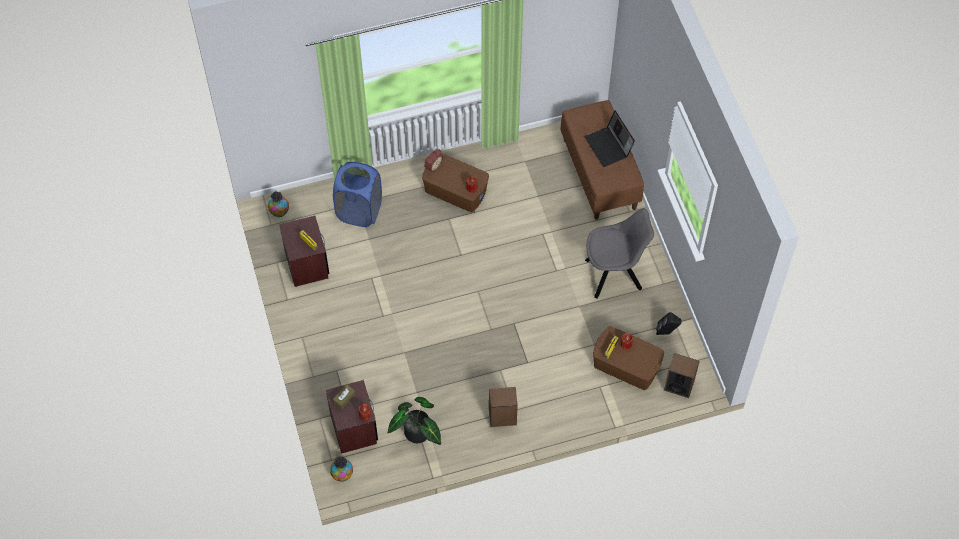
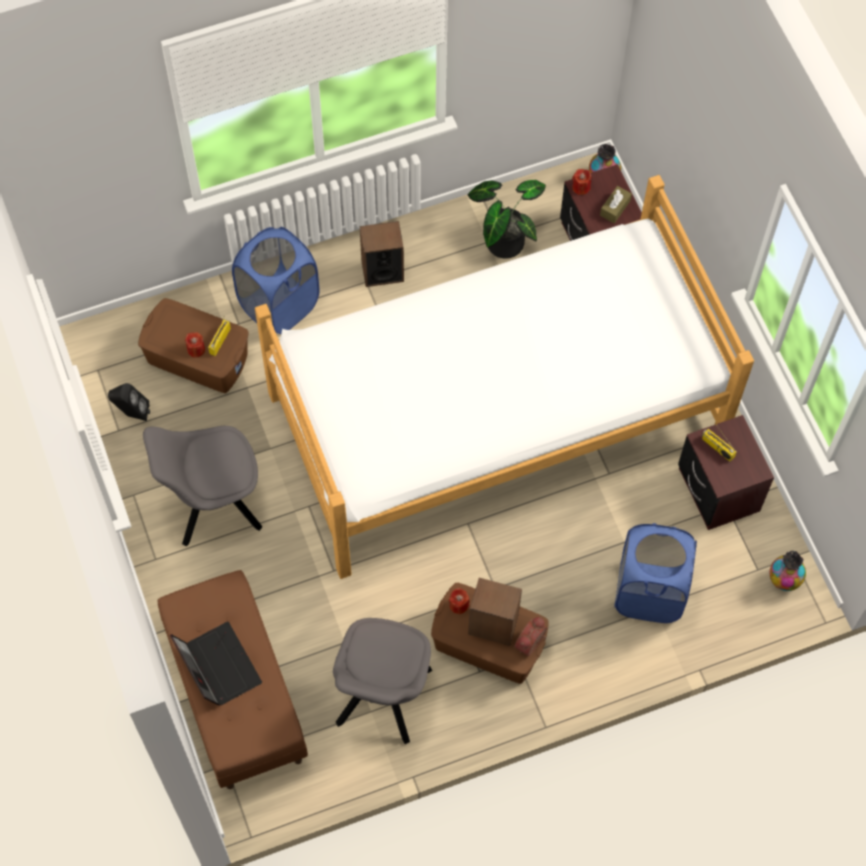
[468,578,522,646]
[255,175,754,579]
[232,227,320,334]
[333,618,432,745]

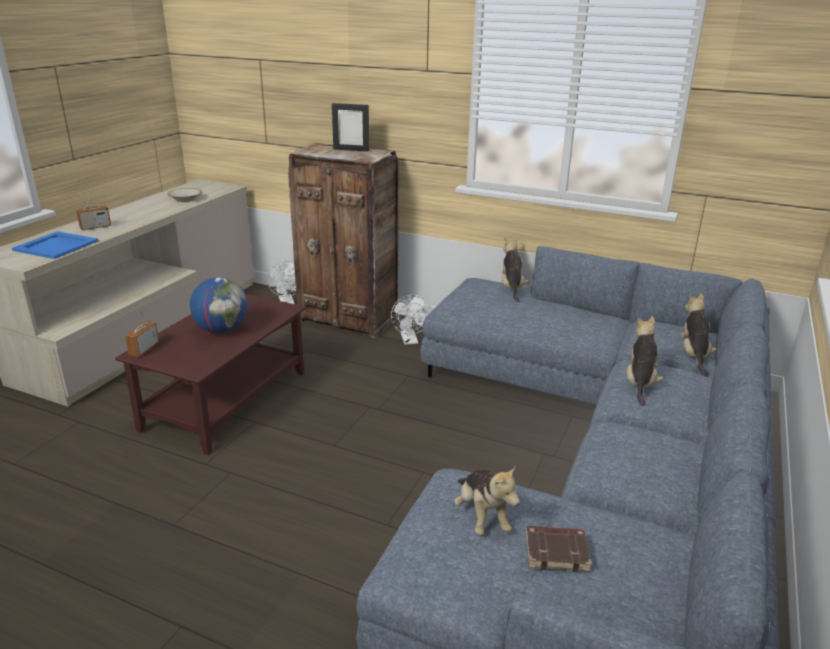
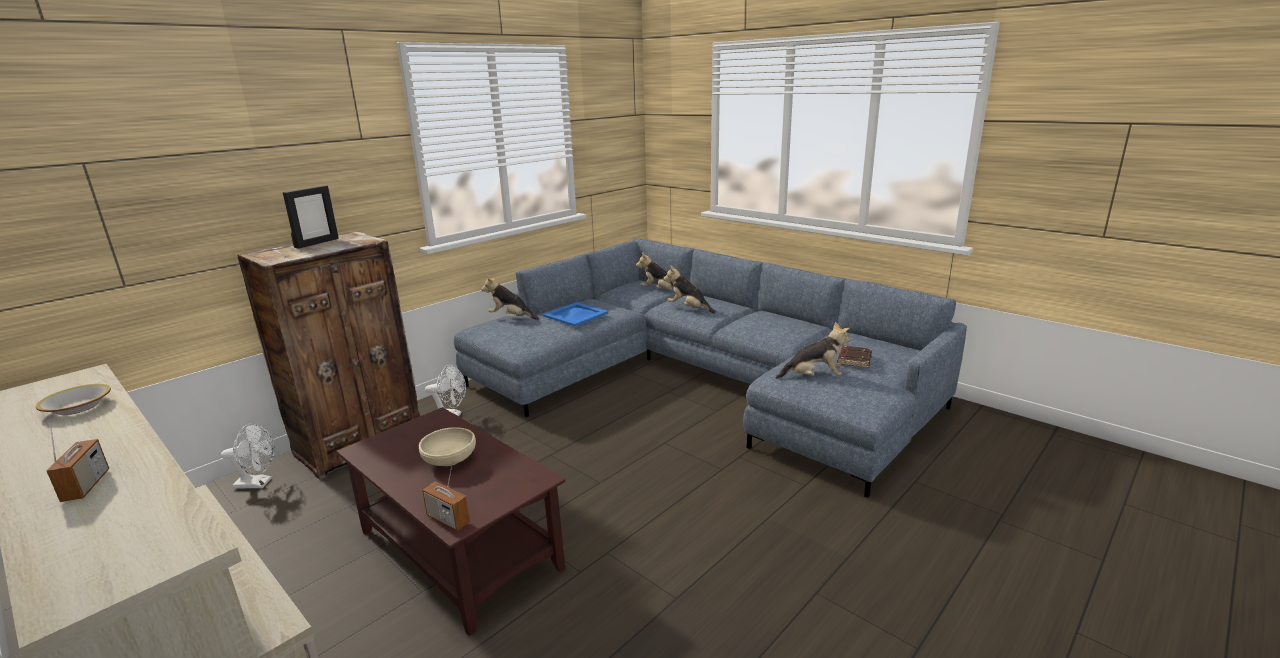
[543,302,608,326]
[419,427,476,466]

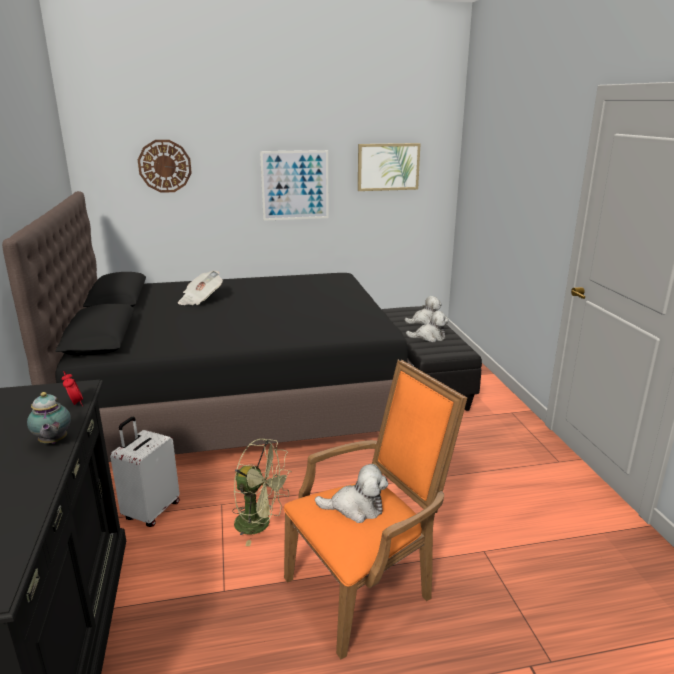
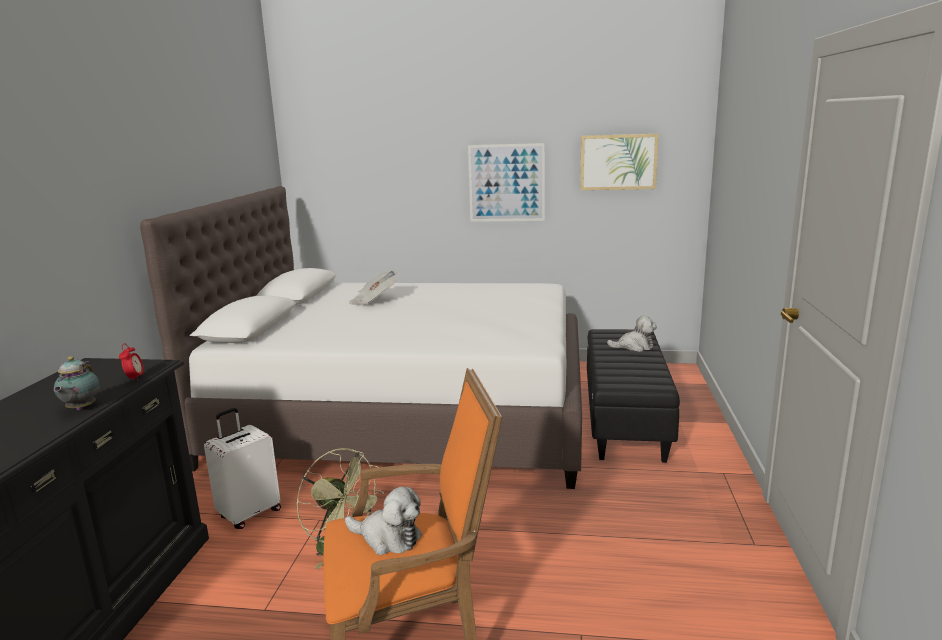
[138,140,192,193] (first image)
[140,186,582,489]
[406,311,449,342] (first image)

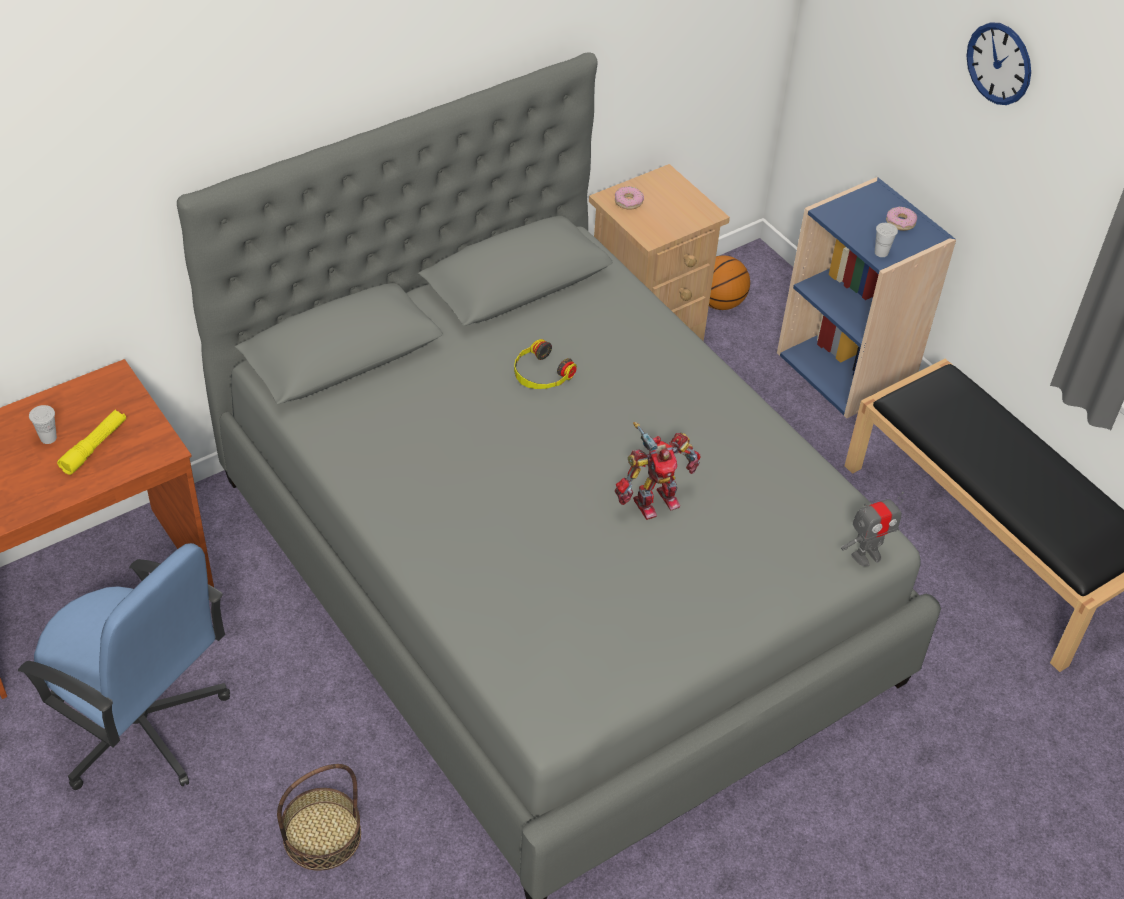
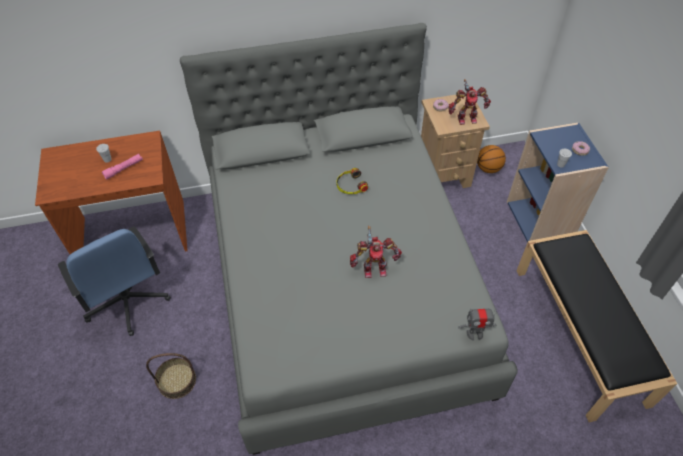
[966,22,1031,105] (first image)
[102,154,143,180]
[448,79,491,125]

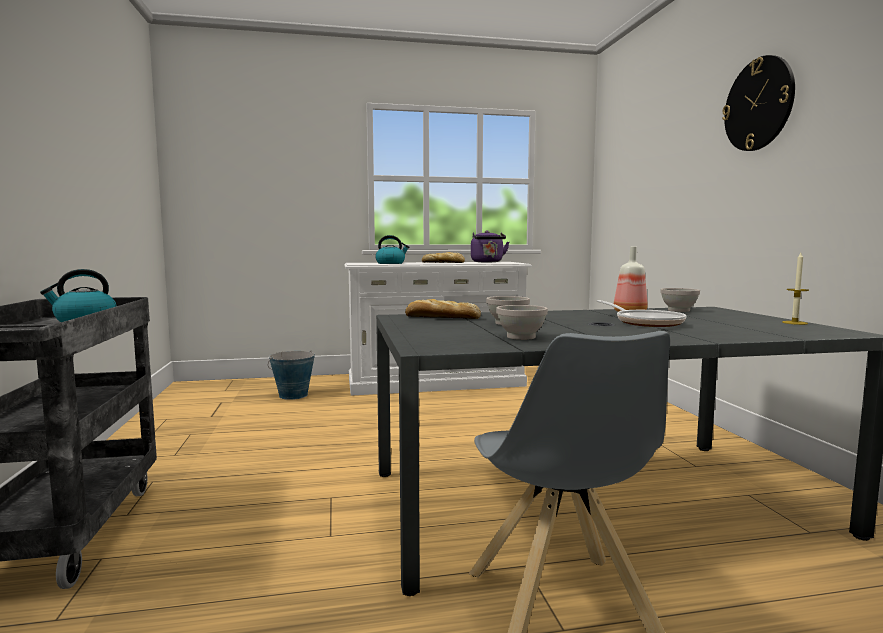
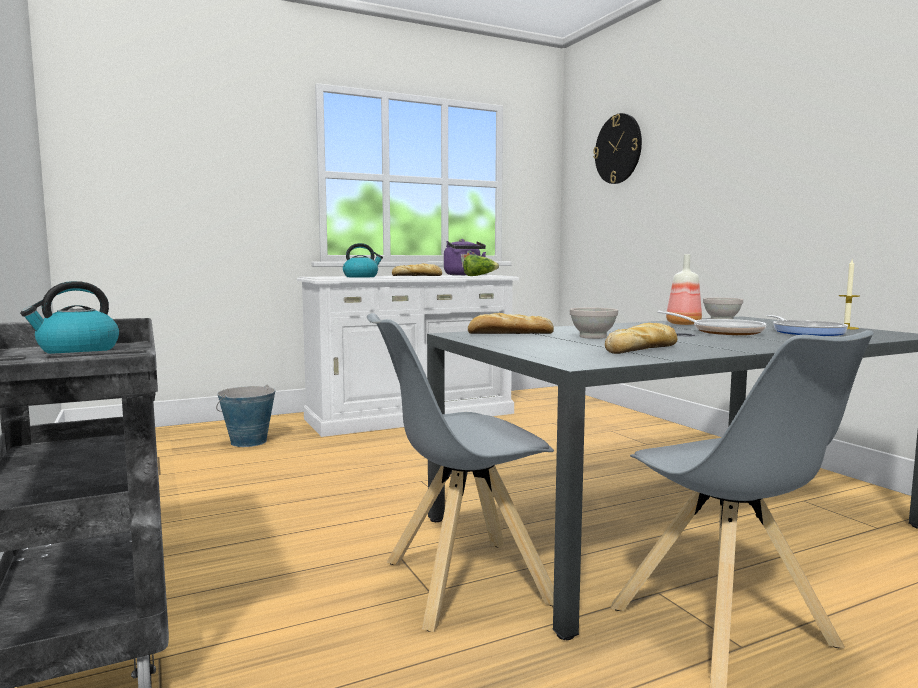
[593,113,642,184]
[605,323,678,354]
[463,255,499,276]
[367,313,554,632]
[767,315,848,336]

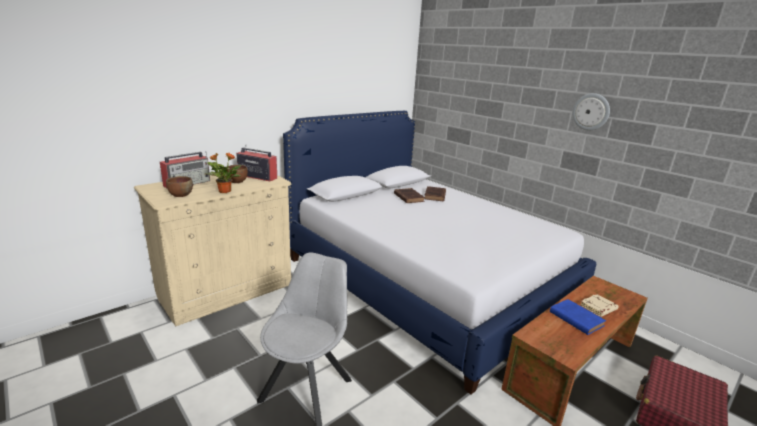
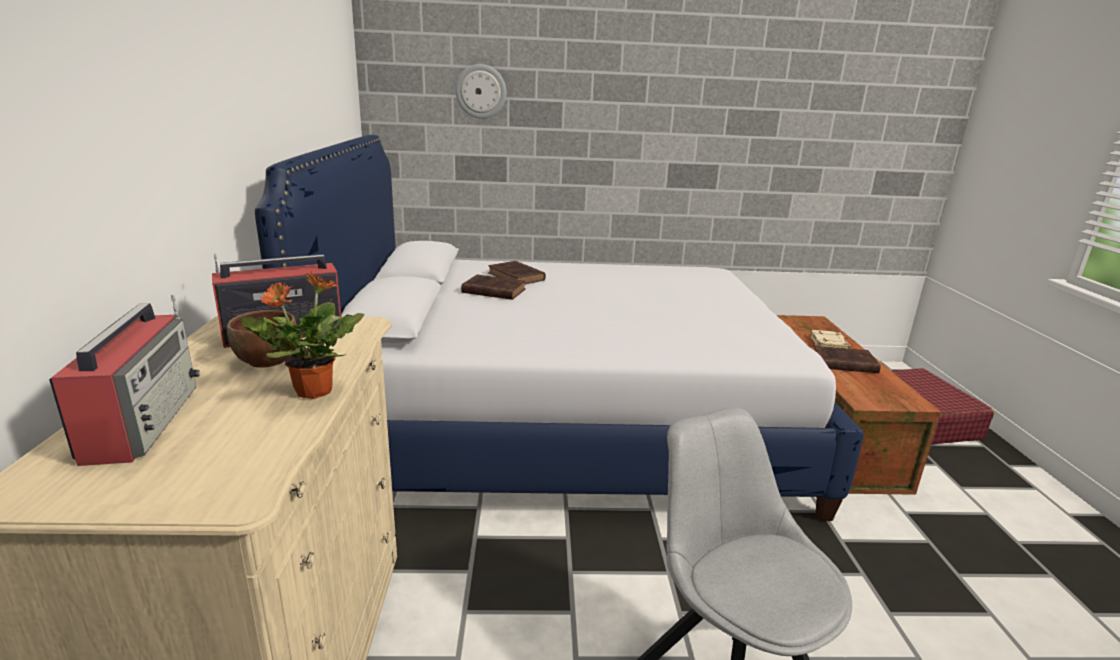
[455,64,507,119]
[166,176,193,197] (first image)
[813,346,881,373]

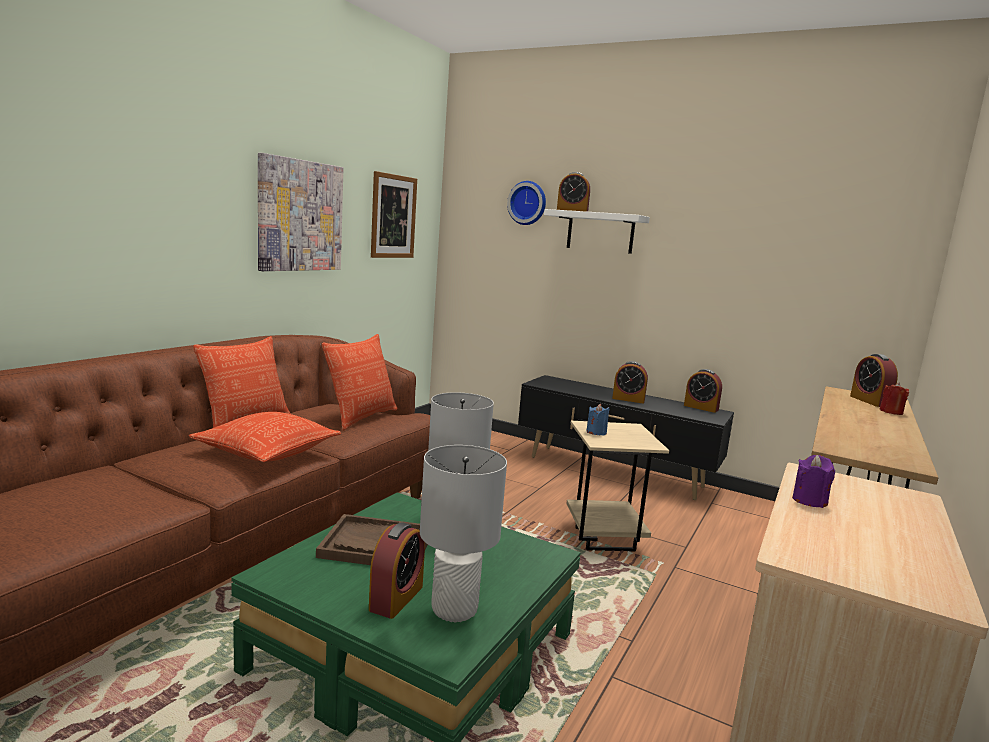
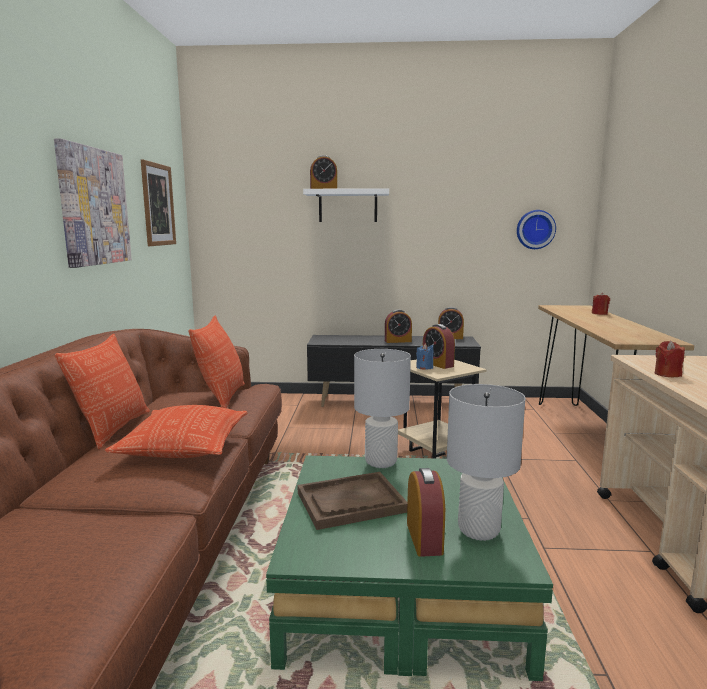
[517,210,556,249]
[423,324,455,369]
[655,340,685,377]

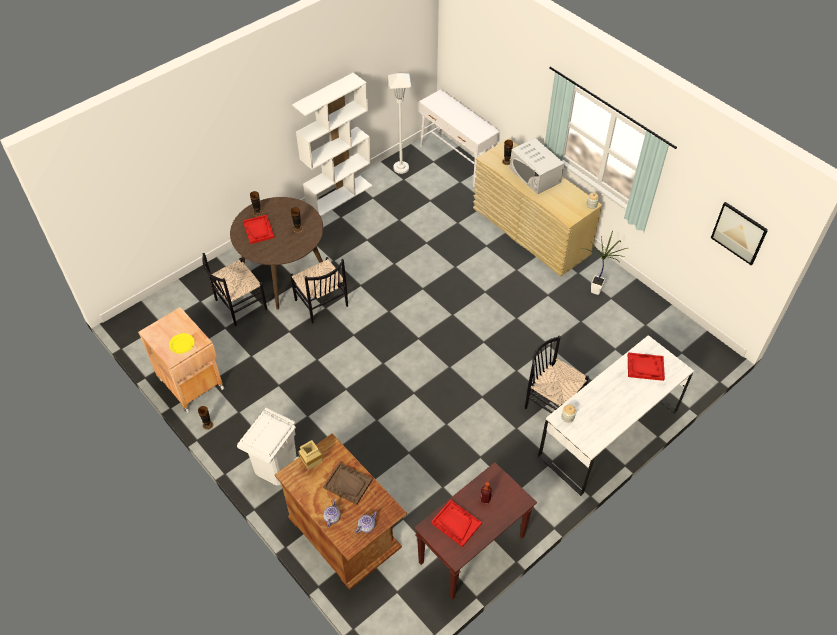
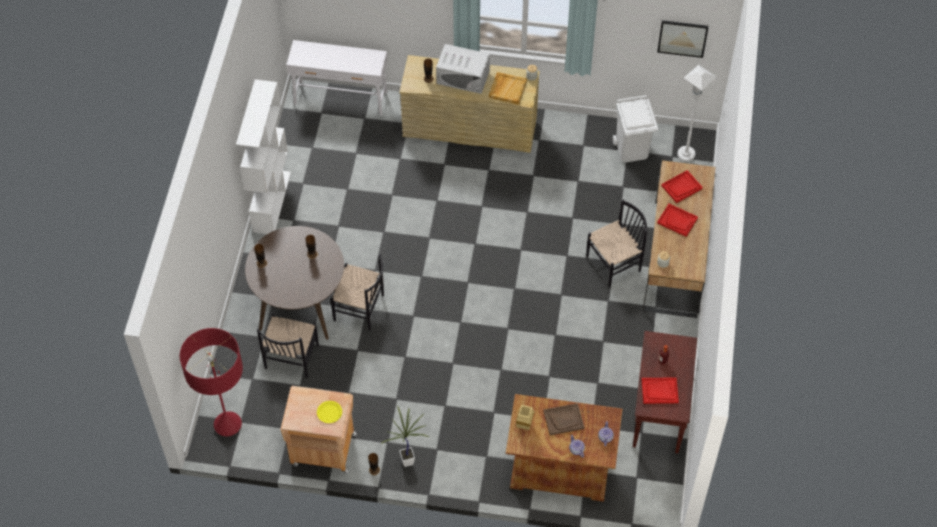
[677,65,717,162]
[657,204,698,237]
[381,405,430,467]
[643,160,715,318]
[586,200,647,288]
[613,95,658,162]
[489,72,527,105]
[180,328,243,436]

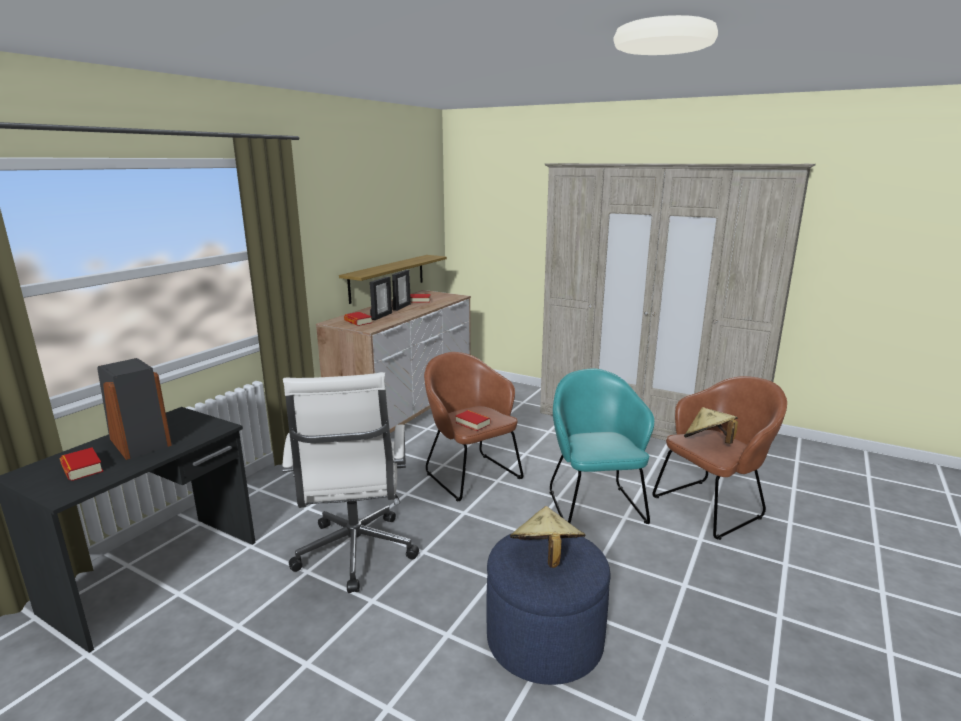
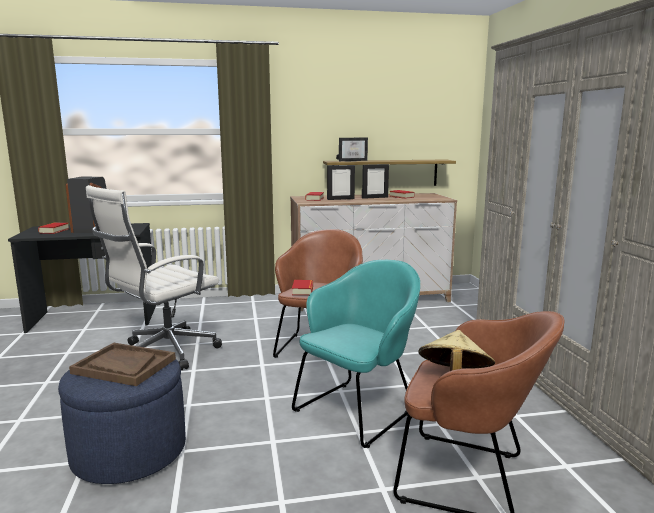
[69,343,176,386]
[336,138,368,161]

